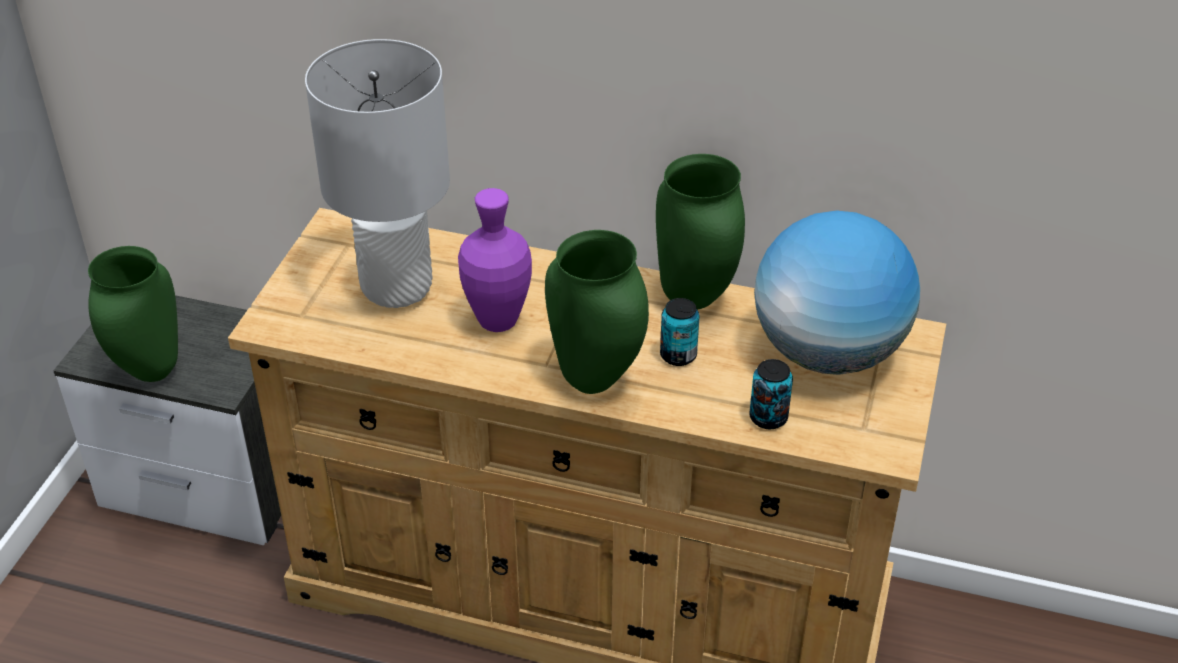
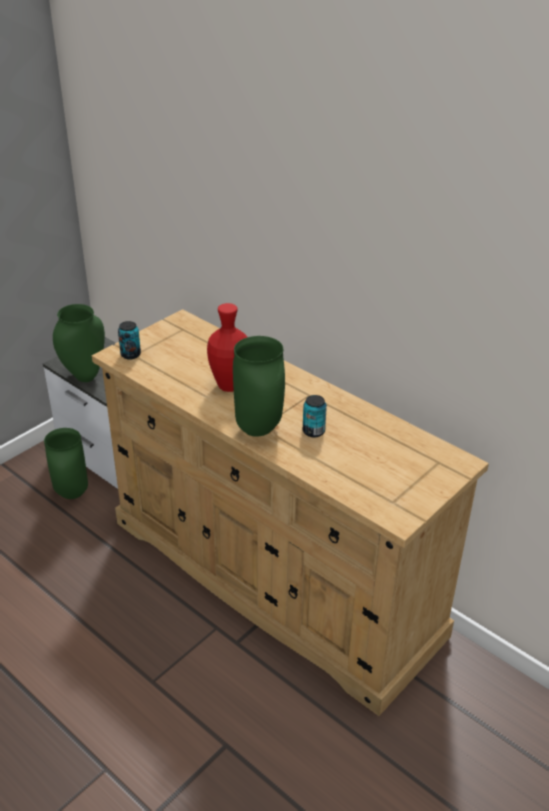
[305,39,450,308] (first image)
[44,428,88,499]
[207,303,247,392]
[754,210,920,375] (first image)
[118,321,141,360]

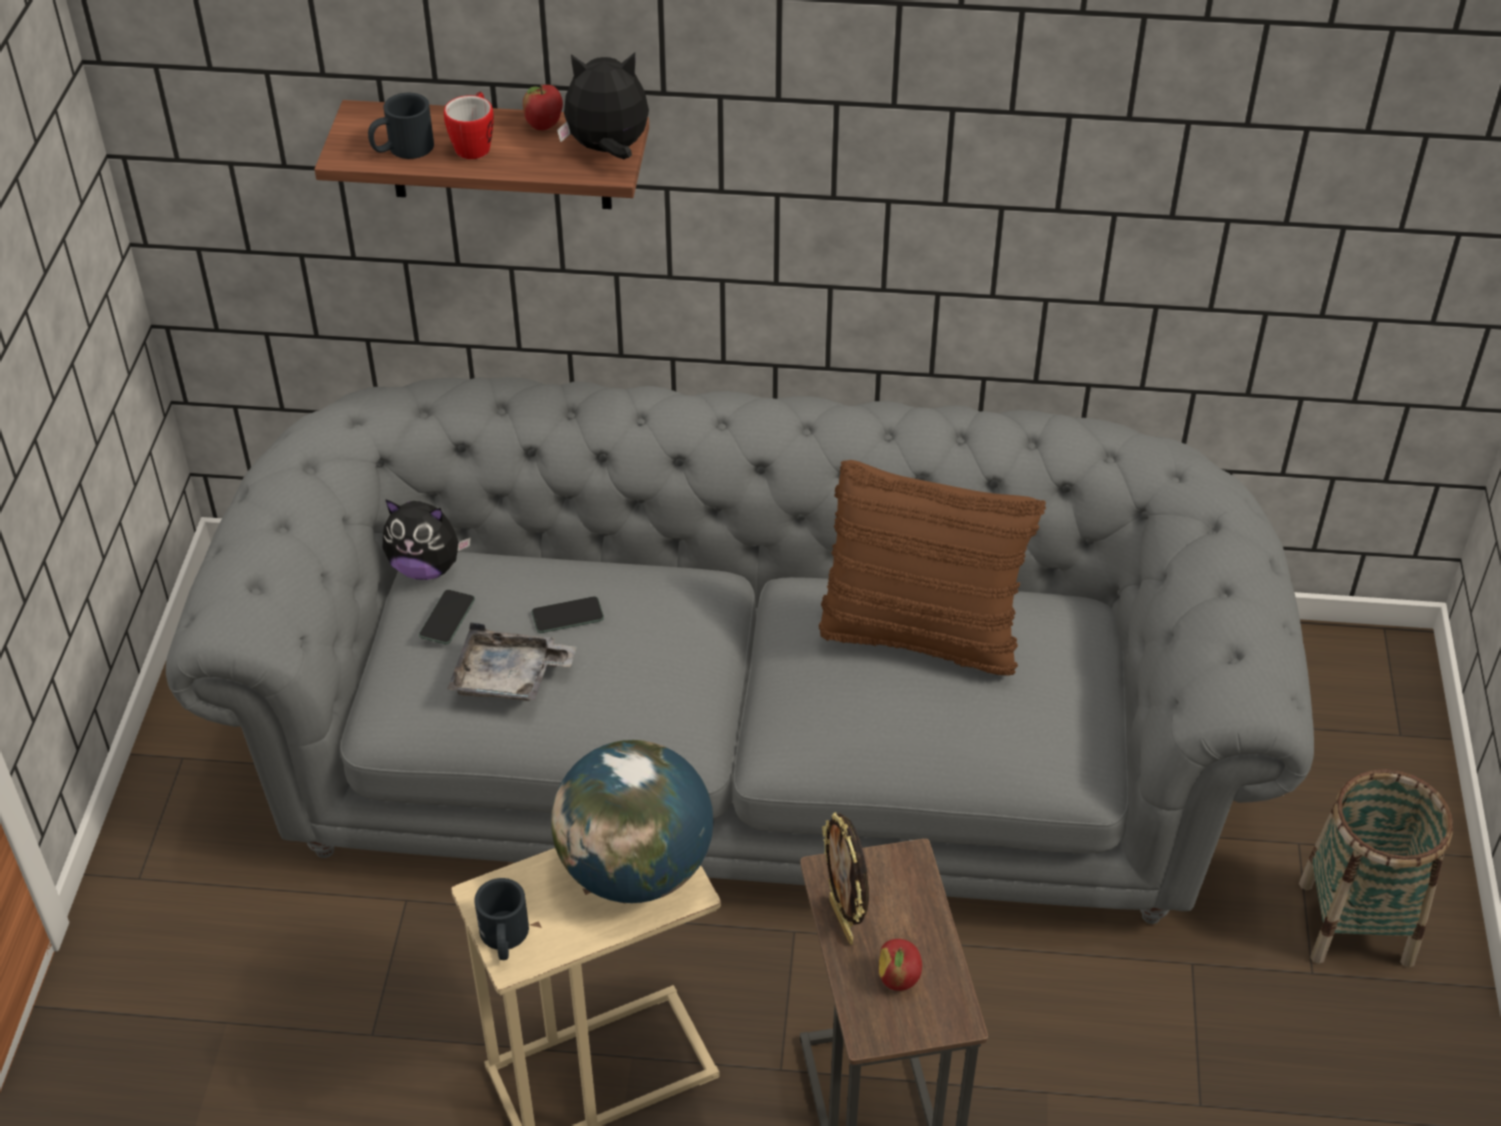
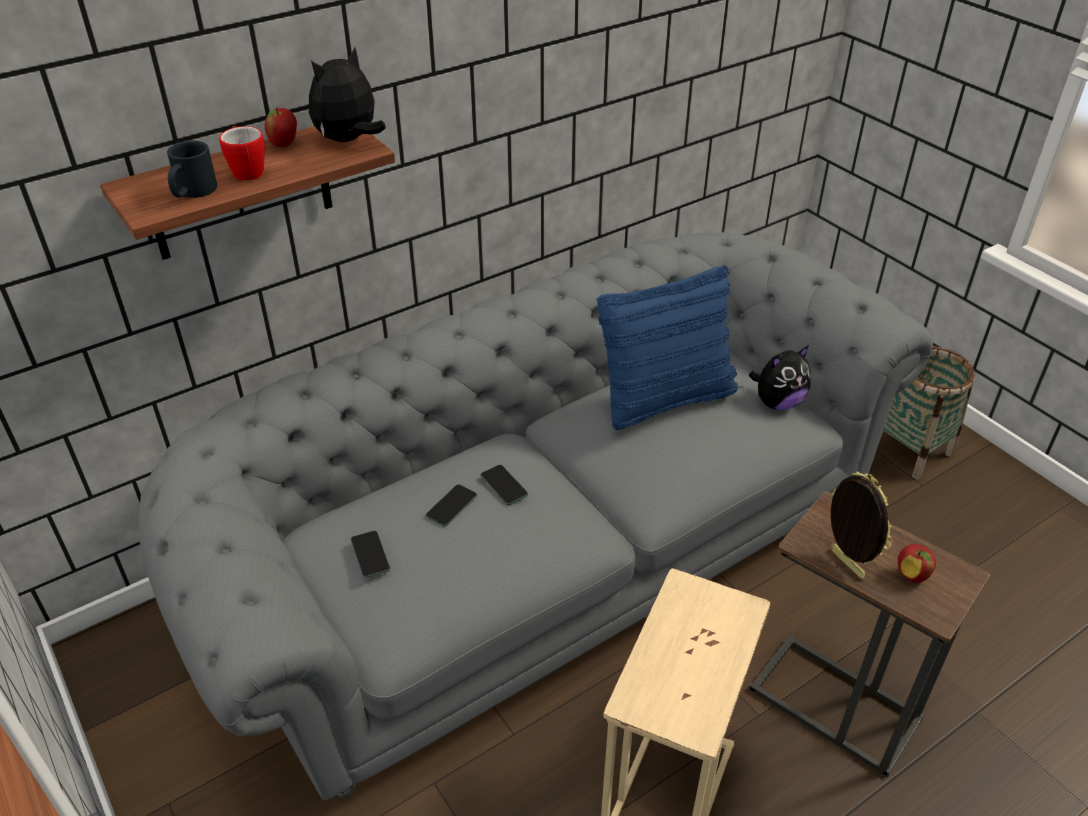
[596,265,738,430]
[749,345,811,410]
[447,622,577,701] (first image)
[551,740,713,903] (first image)
[831,471,893,579]
[474,878,529,960] (first image)
[481,465,528,505]

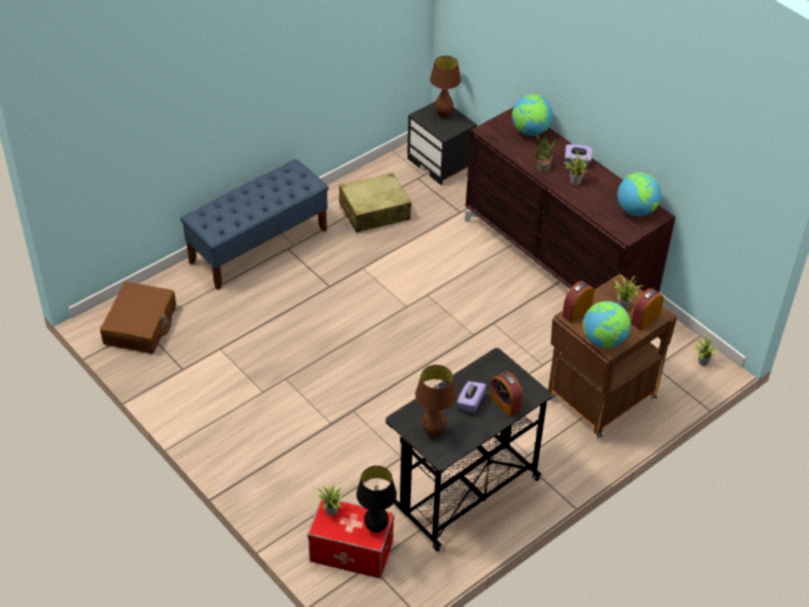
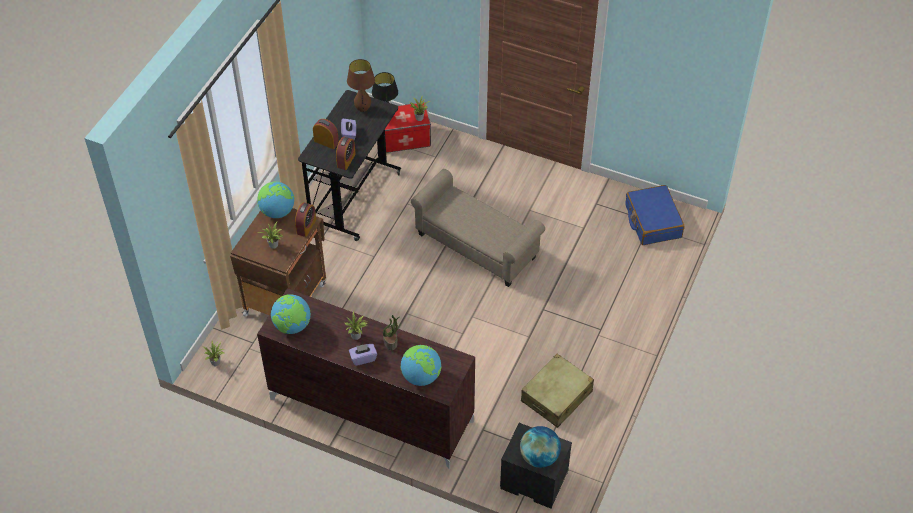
[520,426,561,468]
[180,159,329,290] (first image)
[625,185,685,245]
[336,137,356,170]
[411,169,545,287]

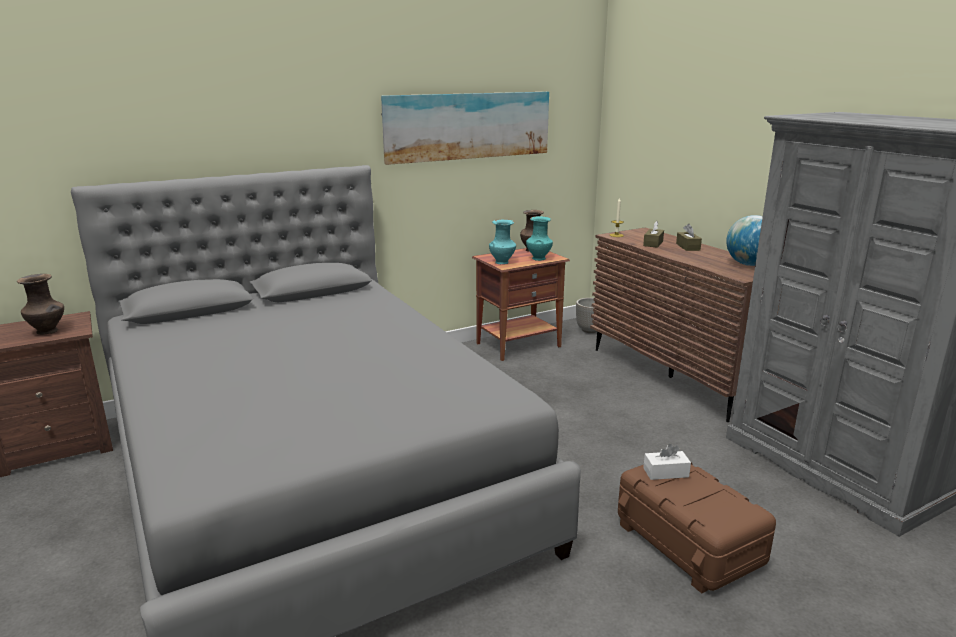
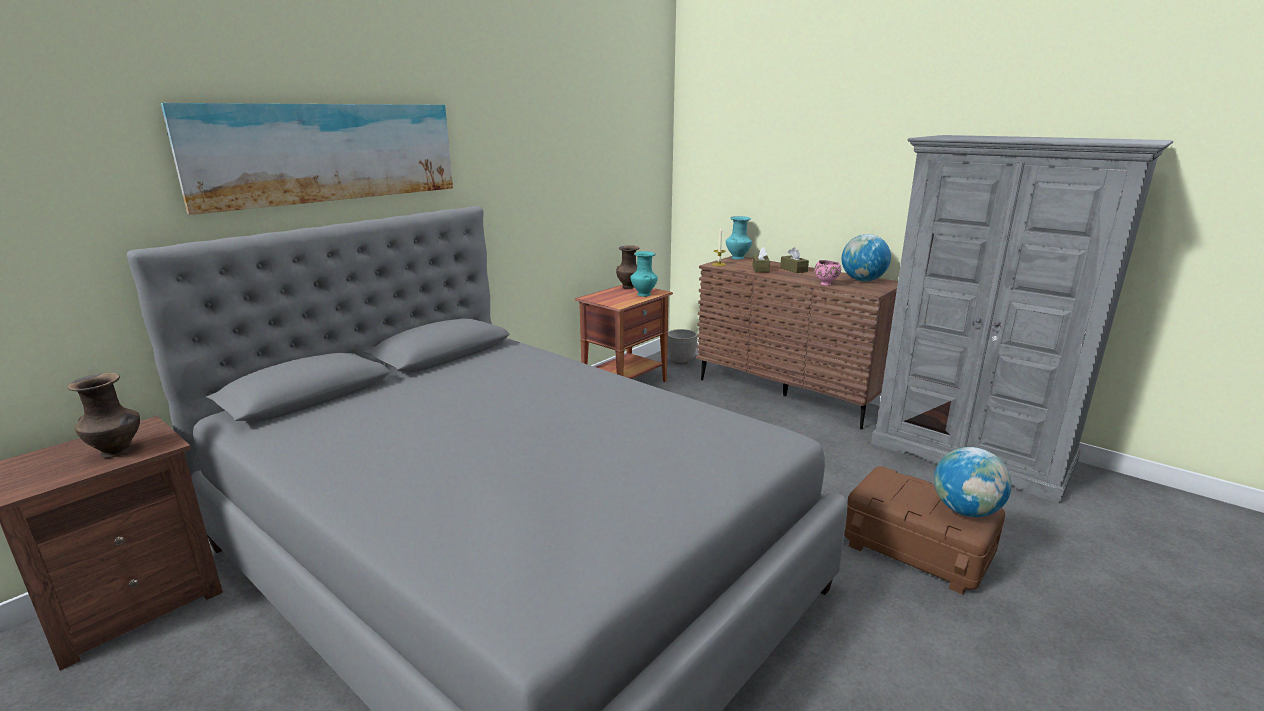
[161,103,453,215]
[726,216,752,259]
[643,444,691,480] (first image)
[815,260,841,286]
[934,447,1012,517]

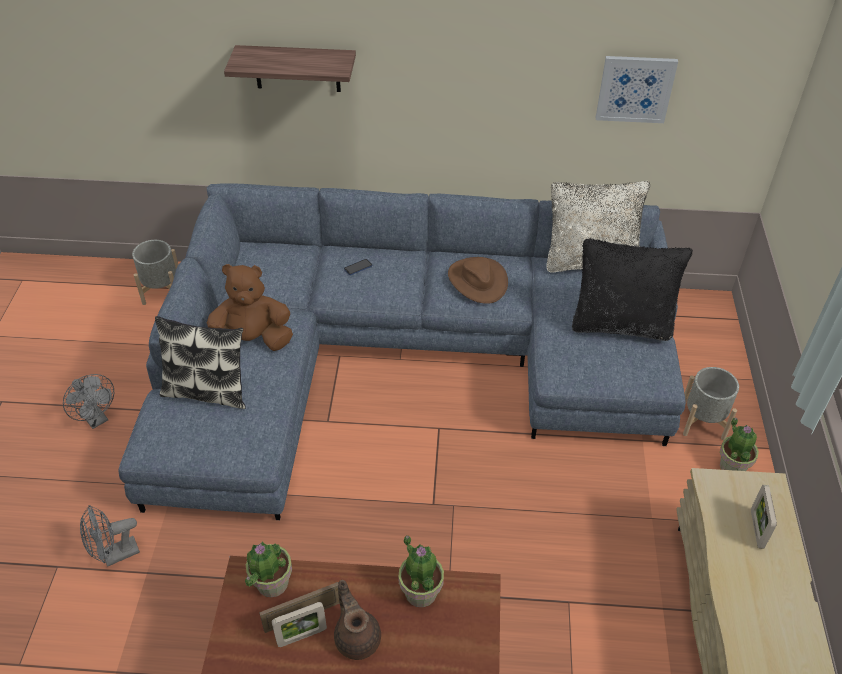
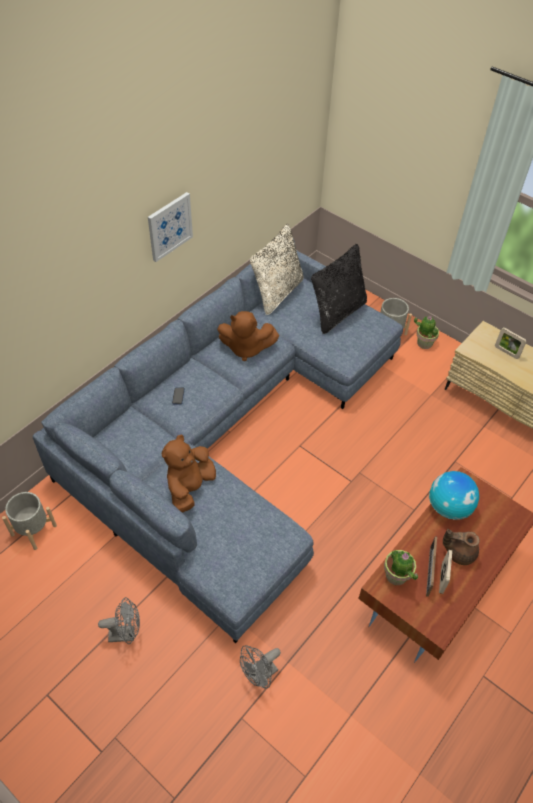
[224,45,356,92] (first image)
[148,192,193,262]
[217,311,279,361]
[155,316,246,409] (first image)
[240,645,281,689]
[429,471,479,520]

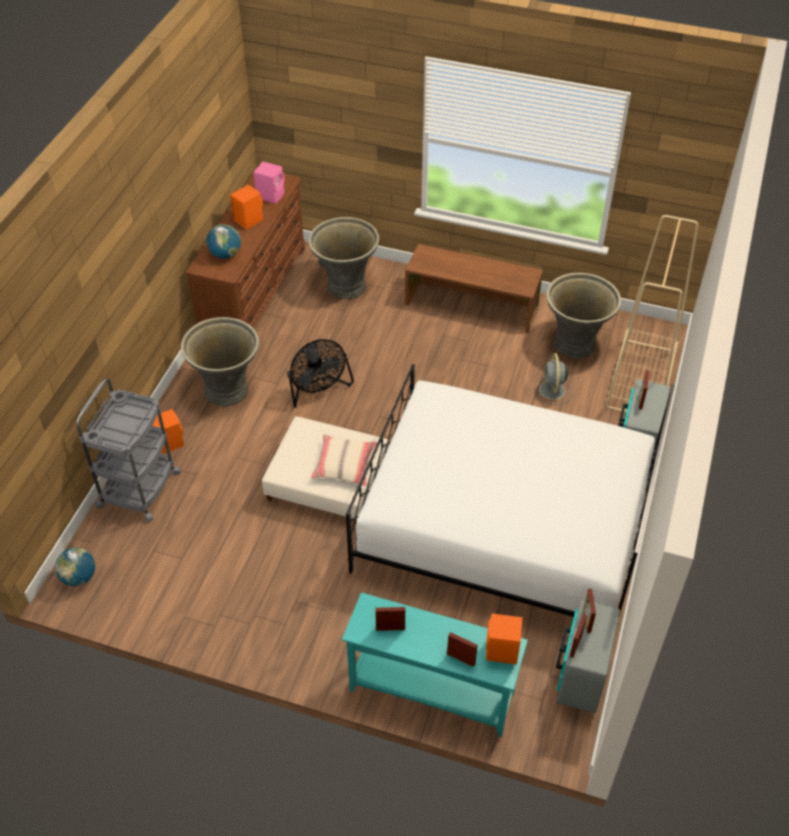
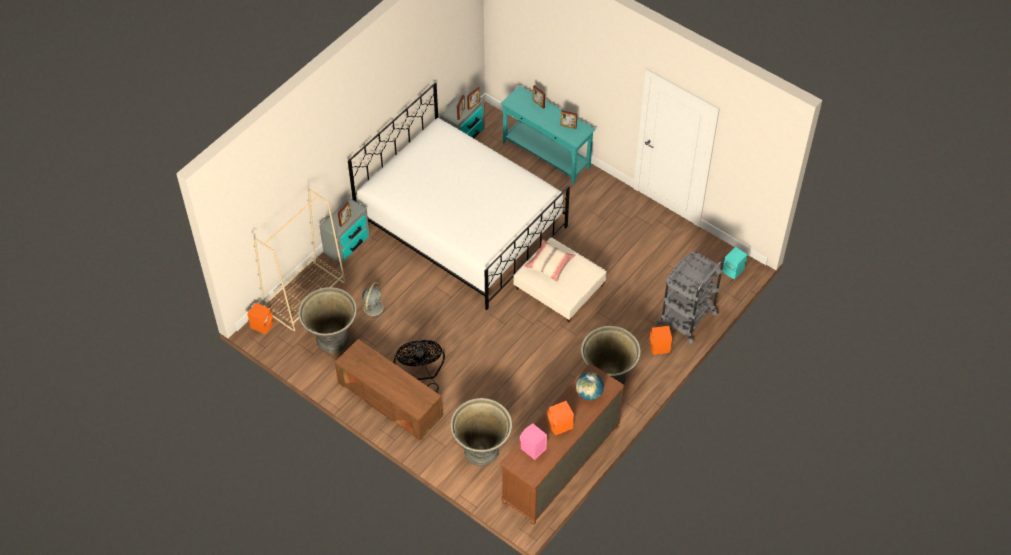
[393,340,445,393]
[723,247,748,279]
[247,303,273,335]

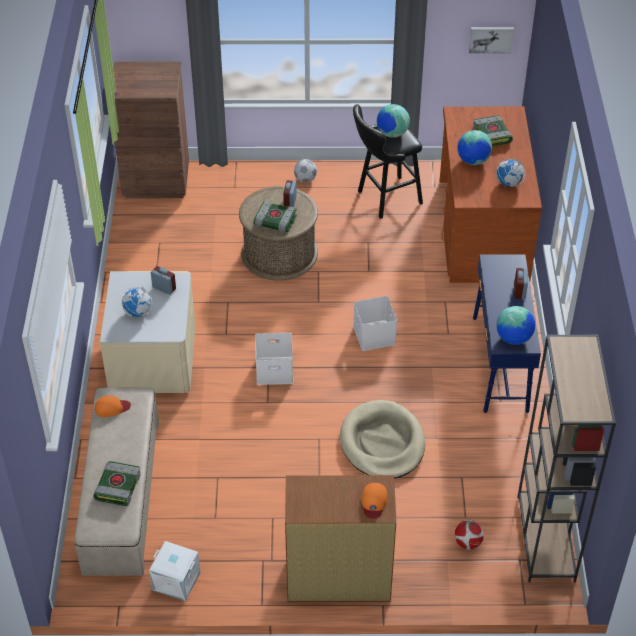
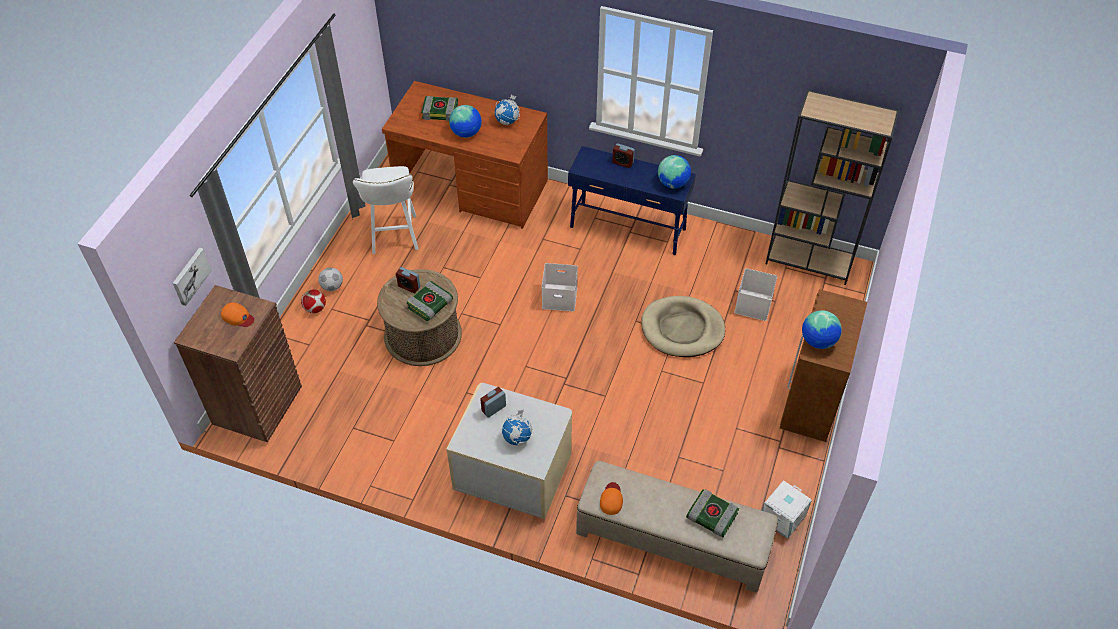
[173,247,212,306]
[353,166,418,254]
[802,310,842,349]
[734,268,777,321]
[221,302,254,327]
[301,289,326,313]

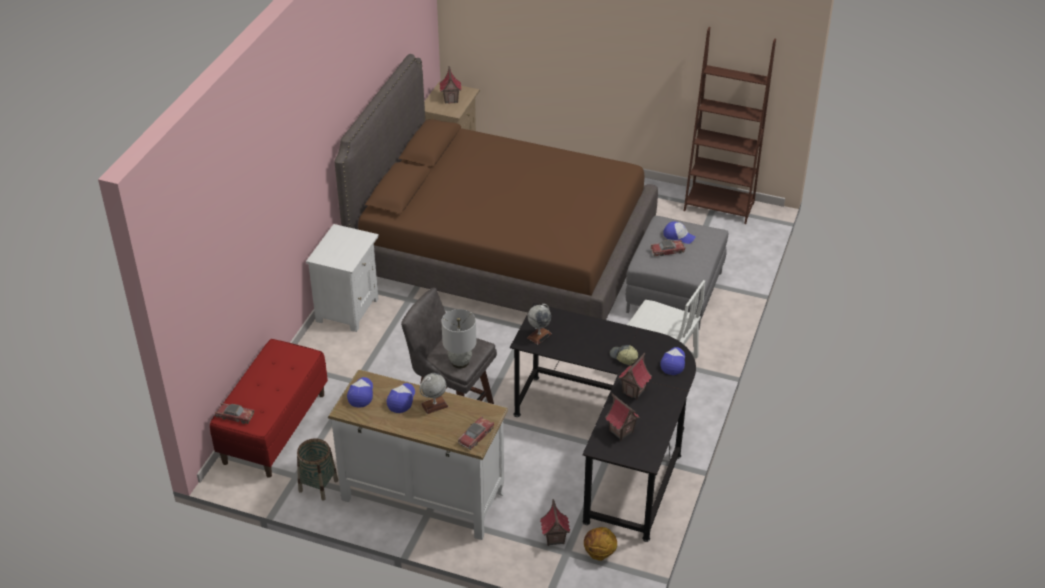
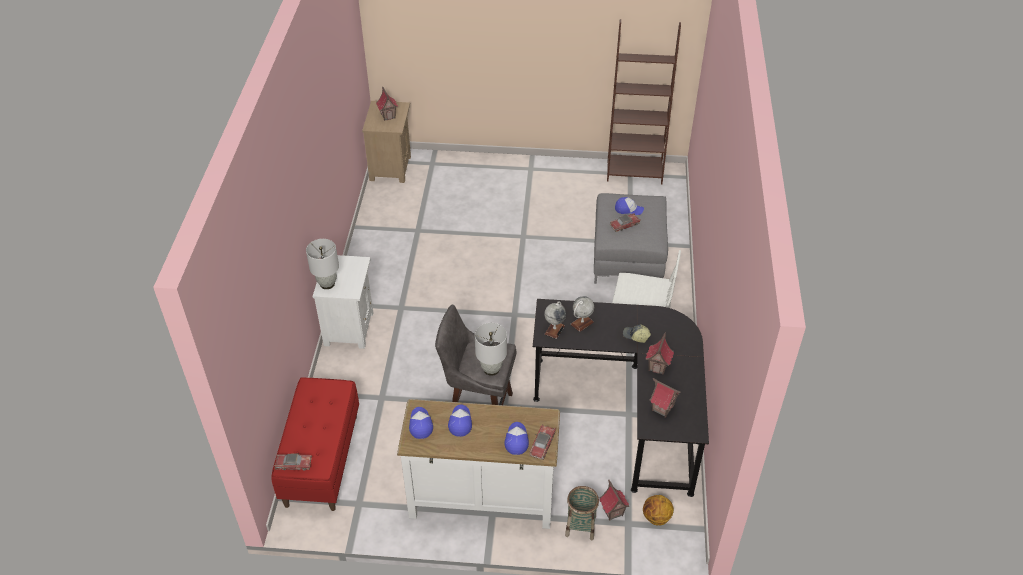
[335,54,658,320] (first image)
[504,422,529,455]
[571,296,594,332]
[565,486,599,540]
[306,239,339,289]

